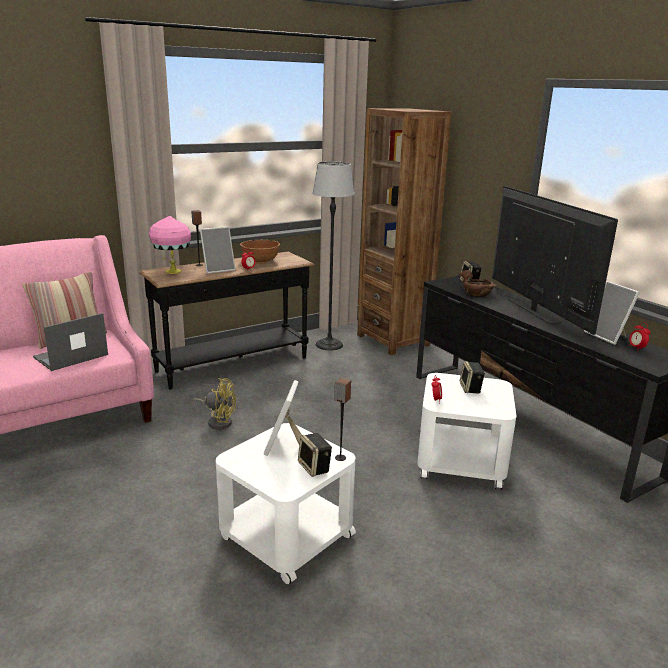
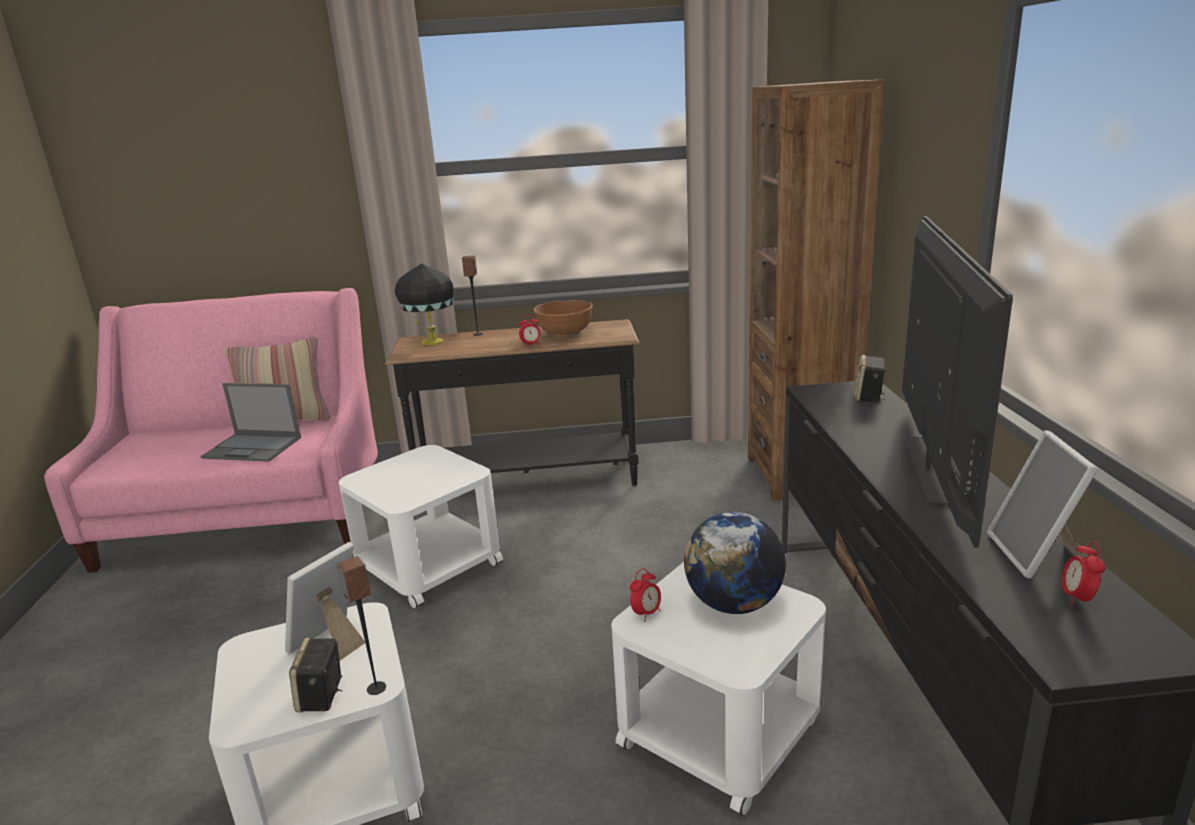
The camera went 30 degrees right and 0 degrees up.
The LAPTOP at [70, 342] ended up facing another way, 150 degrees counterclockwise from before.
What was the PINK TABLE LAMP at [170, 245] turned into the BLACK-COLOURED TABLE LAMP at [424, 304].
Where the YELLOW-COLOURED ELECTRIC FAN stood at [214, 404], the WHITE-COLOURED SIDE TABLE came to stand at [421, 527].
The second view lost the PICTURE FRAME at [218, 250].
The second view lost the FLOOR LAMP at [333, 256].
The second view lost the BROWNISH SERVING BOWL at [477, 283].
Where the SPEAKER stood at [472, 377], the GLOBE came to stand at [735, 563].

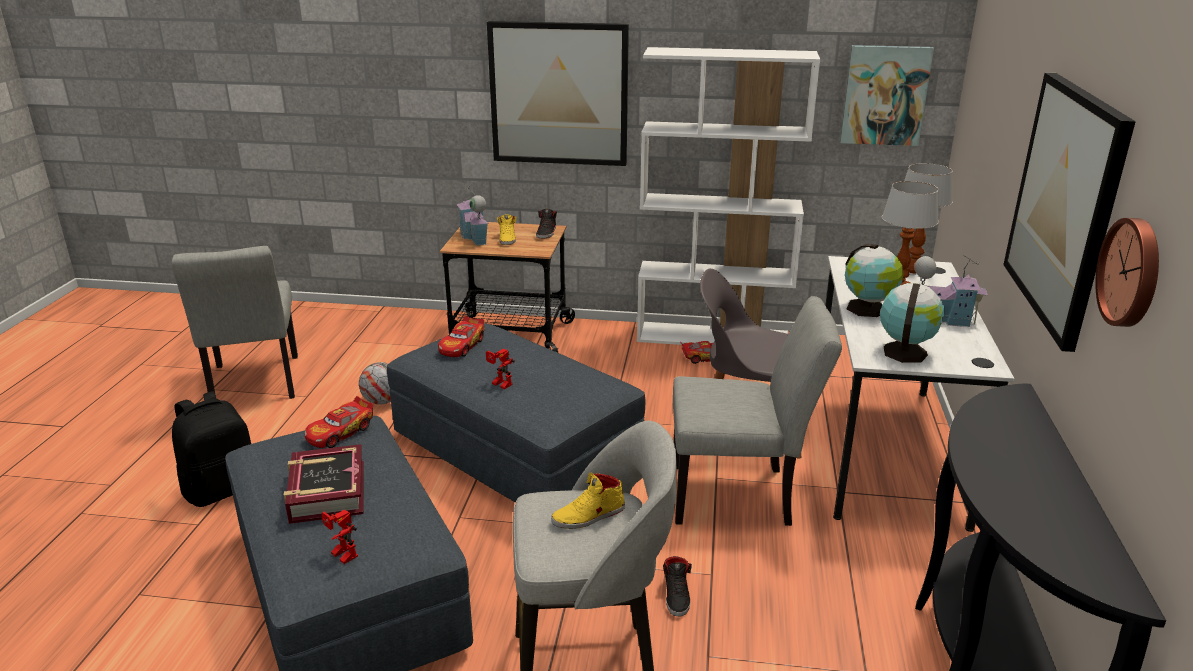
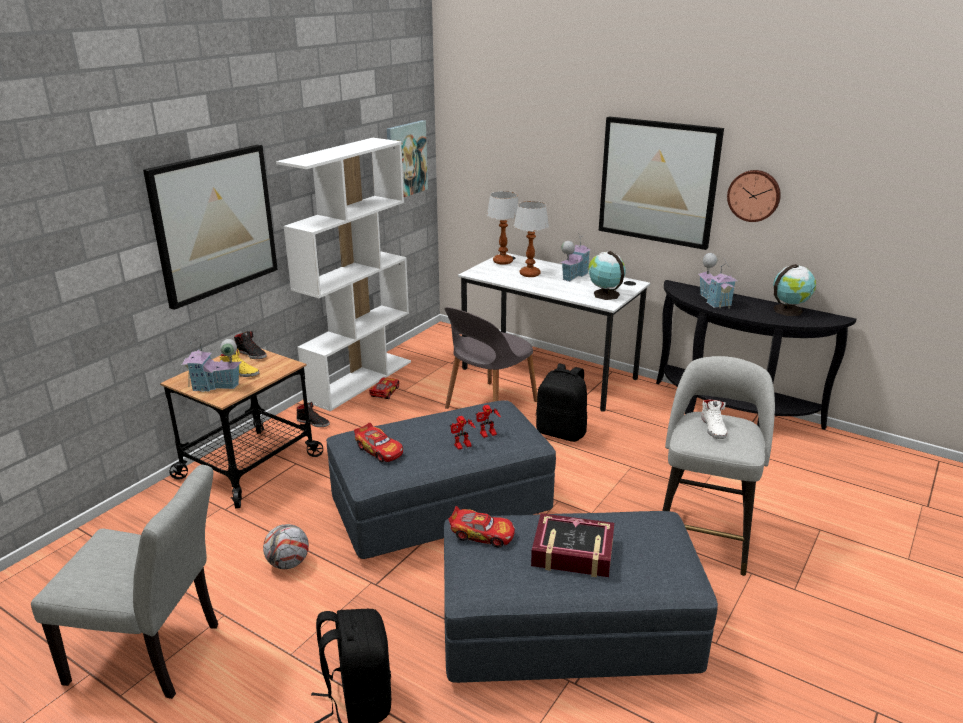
The camera went 65 degrees left and 0 degrees up.
The MINIATURE CAR at [339, 422] ended up facing another way, 45 degrees counterclockwise from before.
The MODEL ROBOT ended up elsewhere, having gone from [339, 537] to [488, 421].
What was the YELLOW-COLOURED ITEM OF FOOTWEAR at [588, 500] turned into the WHITE-COLOURED ITEM OF FOOTWEAR at [714, 419].
The BLACK-COLOURED ITEM OF FOOTWEAR ended up elsewhere, having gone from [677, 586] to [313, 414].
Where the GREYISH CHAIR stood at [757, 411], the BLACK-COLOURED KNAPSACK came to stand at [561, 403].
The GLOBE ended up elsewhere, having gone from [874, 280] to [794, 290].
The second view gained the MODEL HOUSE at [717, 280].

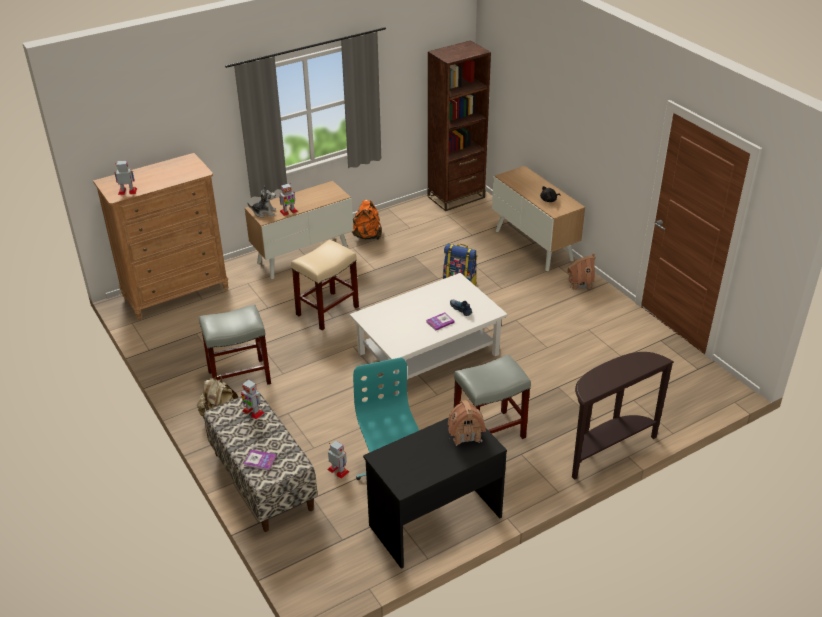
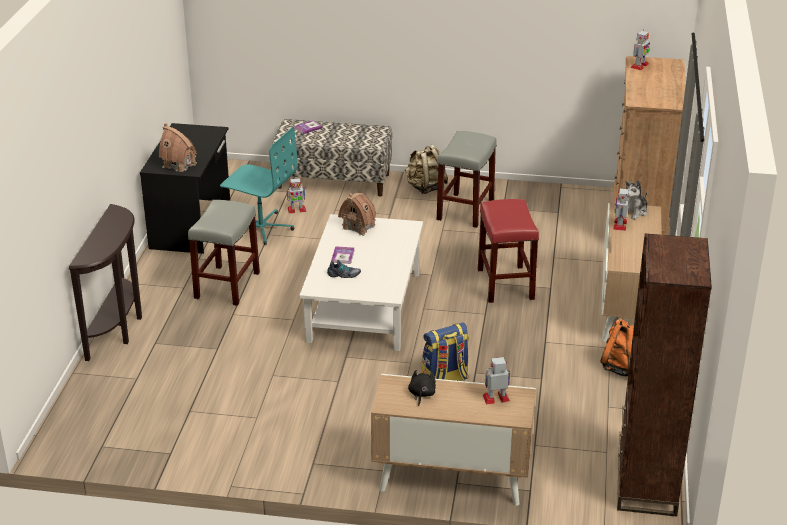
The camera went 130 degrees right and 5 degrees down.
The MODEL ROBOT ended up elsewhere, having gone from [252, 399] to [496, 380].
What was the BEIGE-COLOURED SITTING STOOL at [325, 285] turned into the RED SITTING STOOL at [508, 251].
The MODEL HOUSE ended up elsewhere, having gone from [581, 272] to [357, 214].

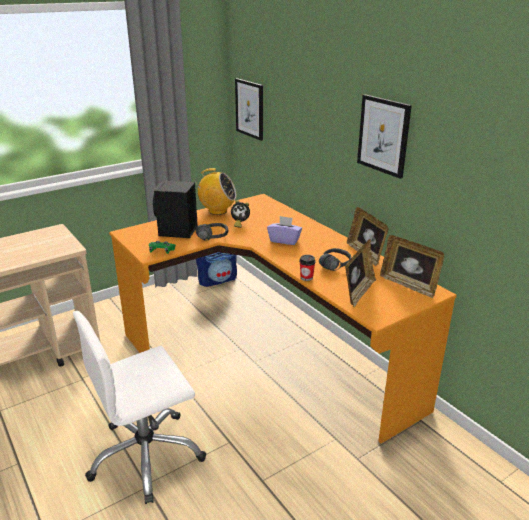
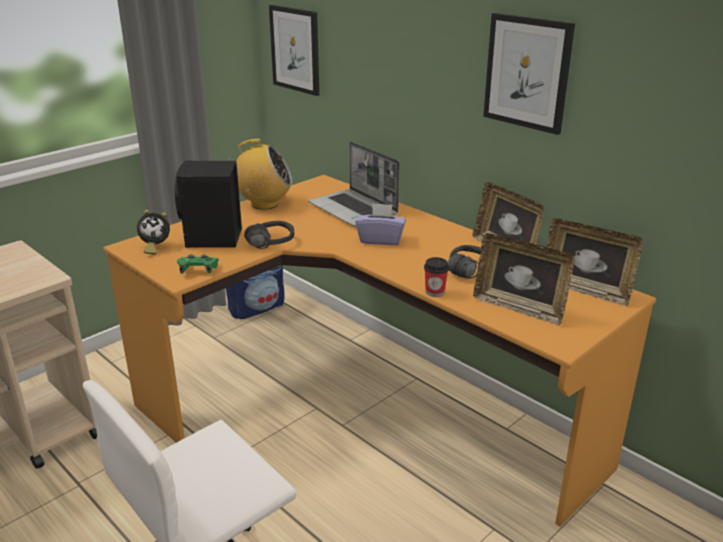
The camera went 10 degrees left and 0 degrees up.
The BEDSIDE CLOCK ended up elsewhere, having gone from [240, 214] to [153, 231].
The PICTURE FRAME at [360, 273] ended up facing another way, 105 degrees clockwise from before.
The second view gained the LAPTOP at [354, 183].

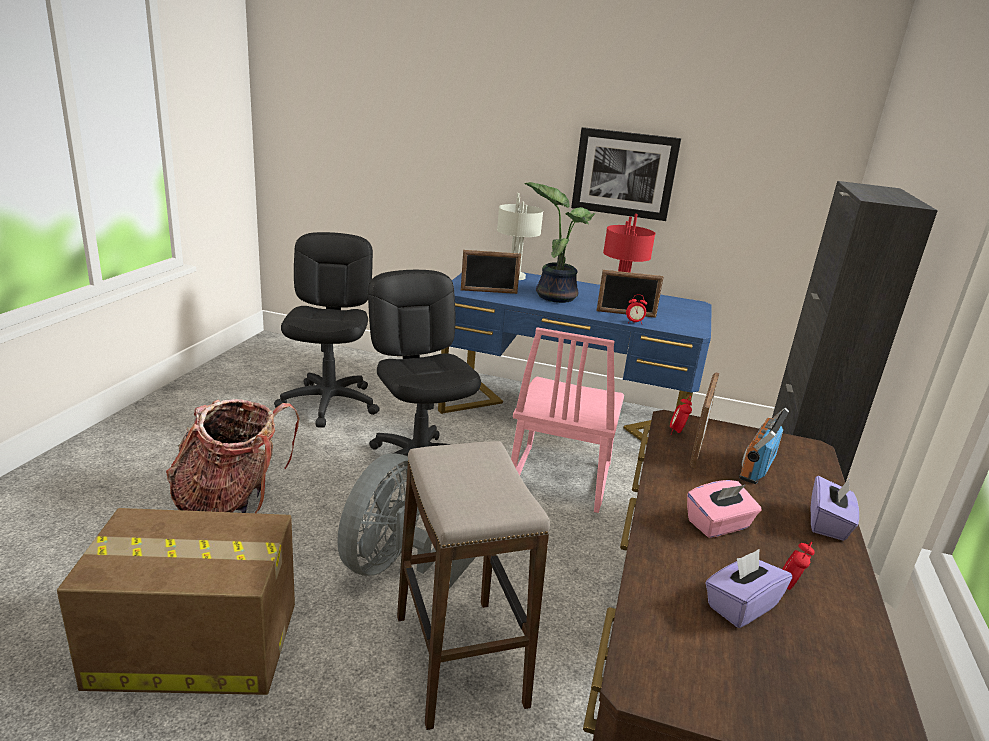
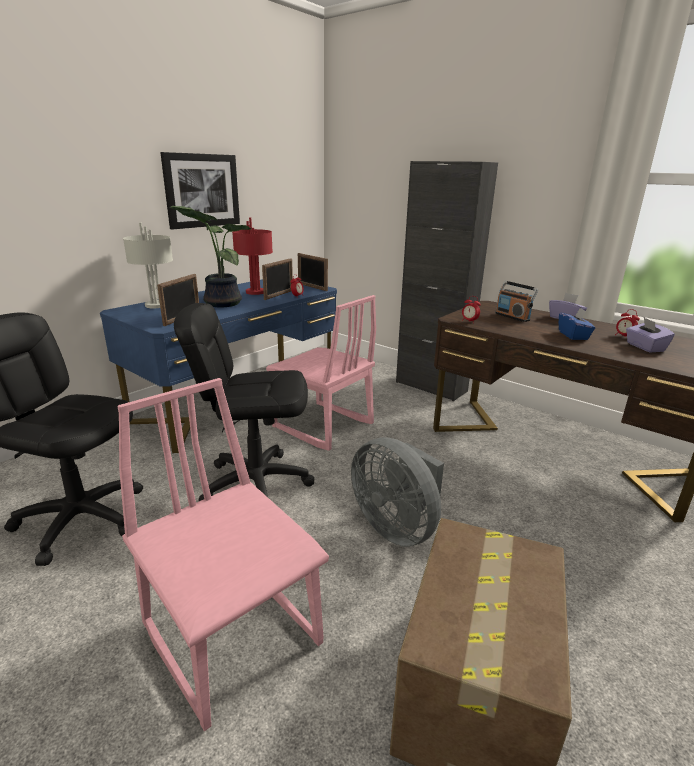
The camera went 65 degrees left and 0 degrees up.
Where the KNAPSACK stood at [233, 456], the PINK CHAIR came to stand at [223, 554].
The second view lost the SITTING STOOL at [473, 585].
What was the PINK BOX OF TISSUES at [724, 509] turned into the BLUE BOX OF TISSUES at [577, 324].
The PICTURE FRAME ended up elsewhere, having gone from [704, 420] to [313, 272].

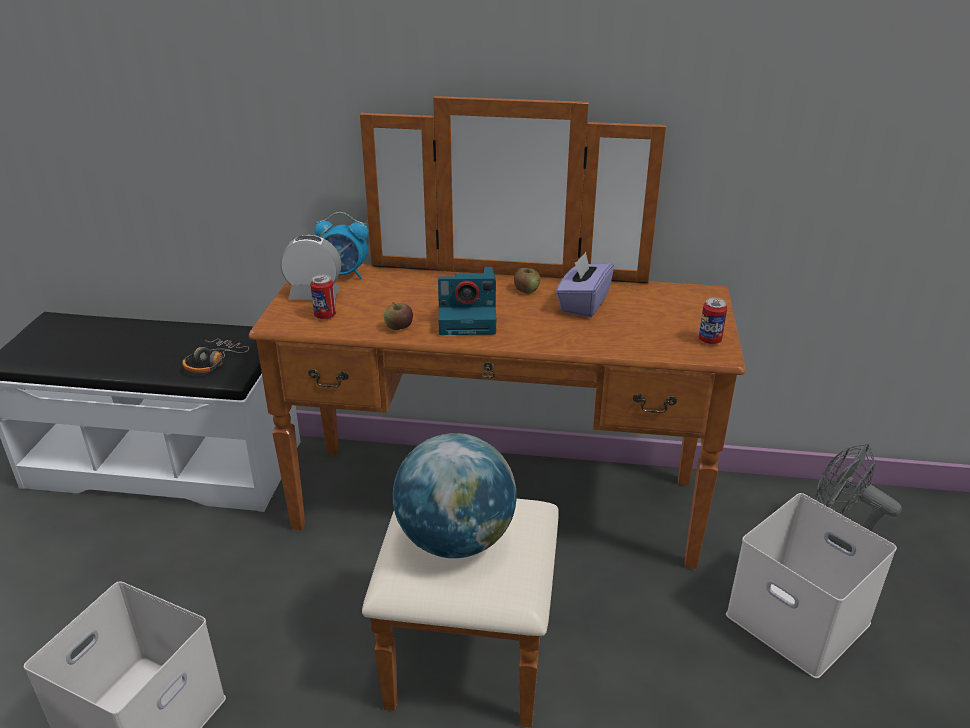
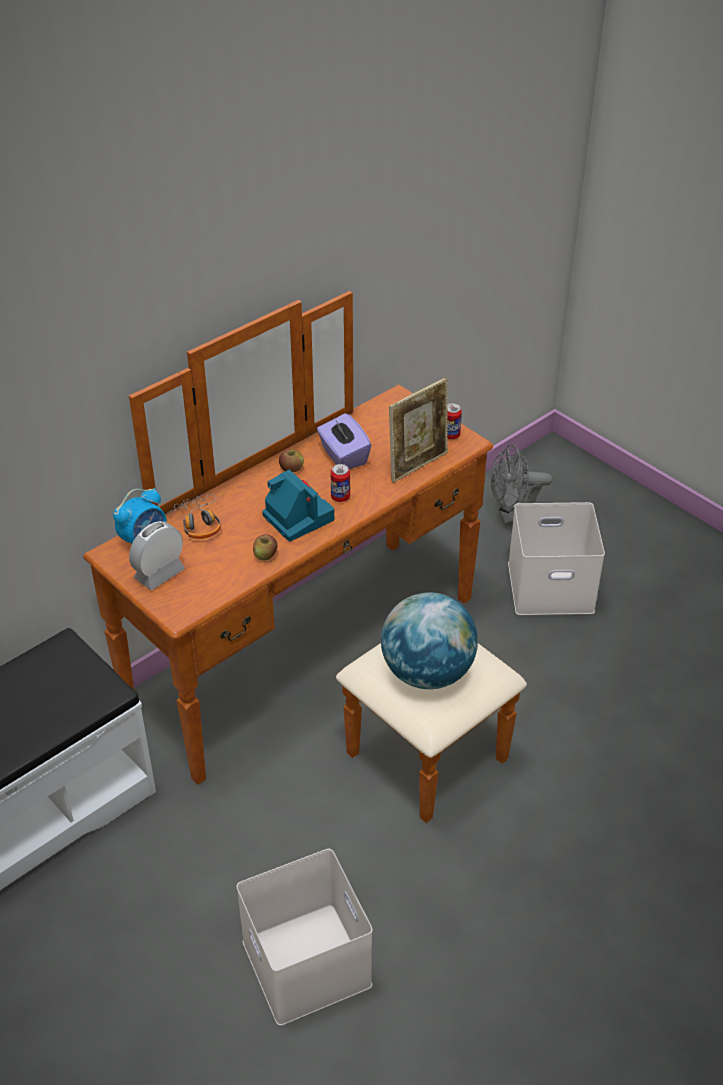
The camera went 50 degrees left and 10 degrees up.
The HEADPHONES ended up elsewhere, having gone from [216, 356] to [194, 516].
The METAL CAN ended up elsewhere, having gone from [323, 297] to [340, 483].
The STILL CAMERA at [467, 301] ended up facing another way, 75 degrees counterclockwise from before.
The second view gained the PICTURE FRAME at [418, 430].

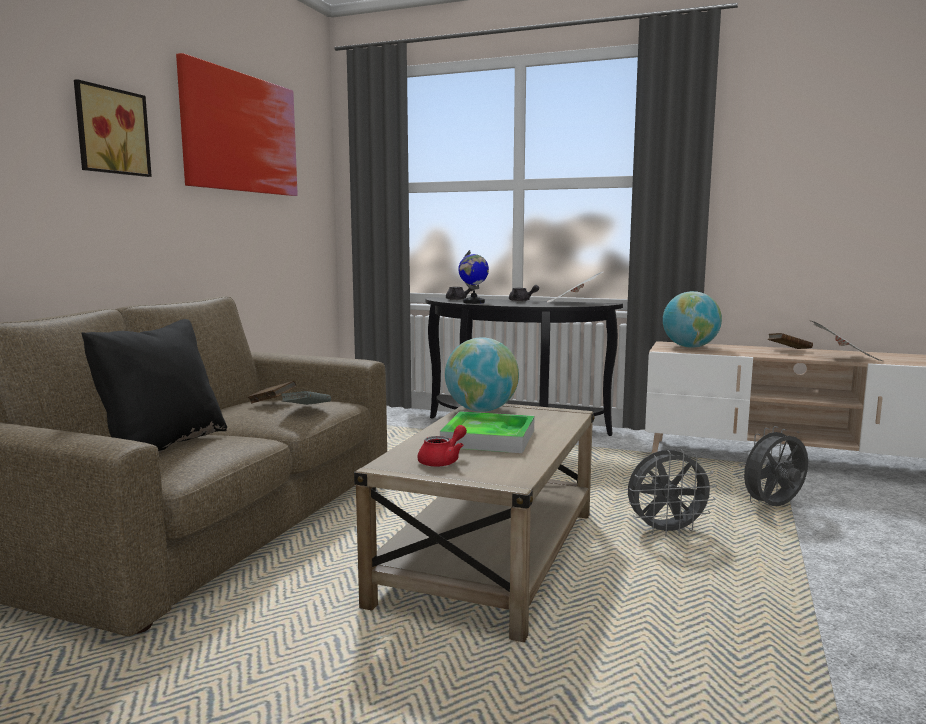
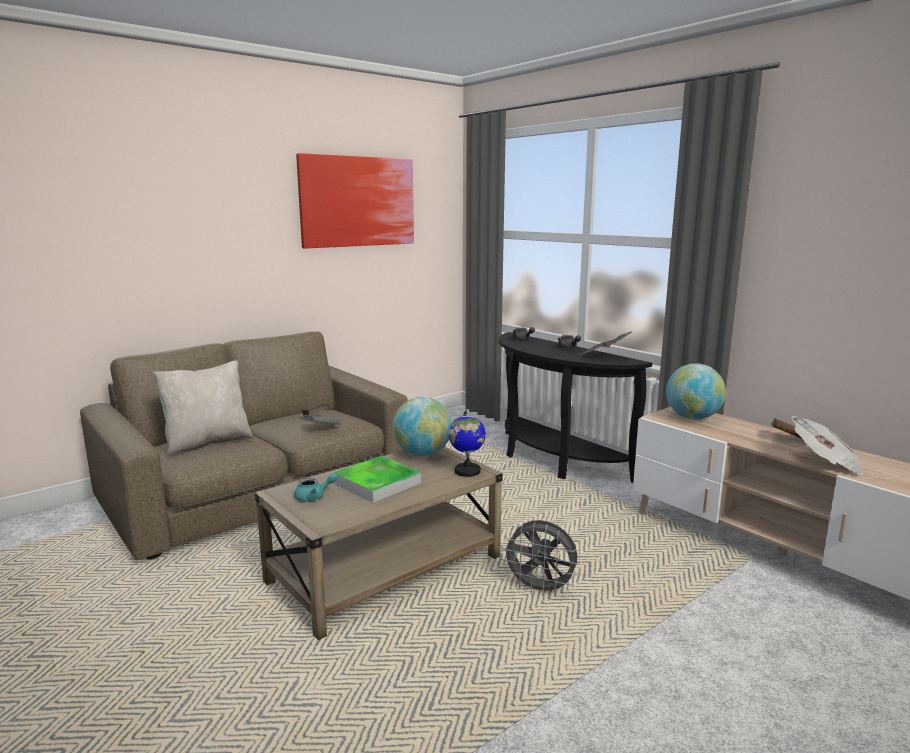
The camera went 30 degrees right and 5 degrees up.
The second view lost the PICTURE at [113, 128].
What was the BLACK-COLOURED THROW PILLOW at [154, 385] turned into the BEIGE-COLOURED THROW PILLOW at [203, 408].
What was the RED POT FOR TEA at [442, 446] turned into the BLUE-GREEN POT FOR TEA at [316, 487].
The GLOBE ended up elsewhere, having gone from [473, 277] to [467, 443].
The second view lost the GREYISH ELECTRIC FAN at [773, 466].

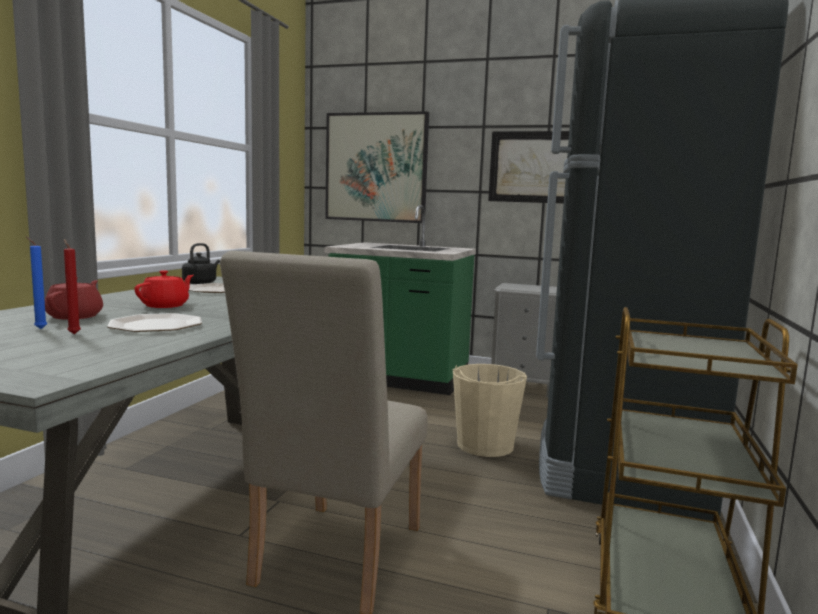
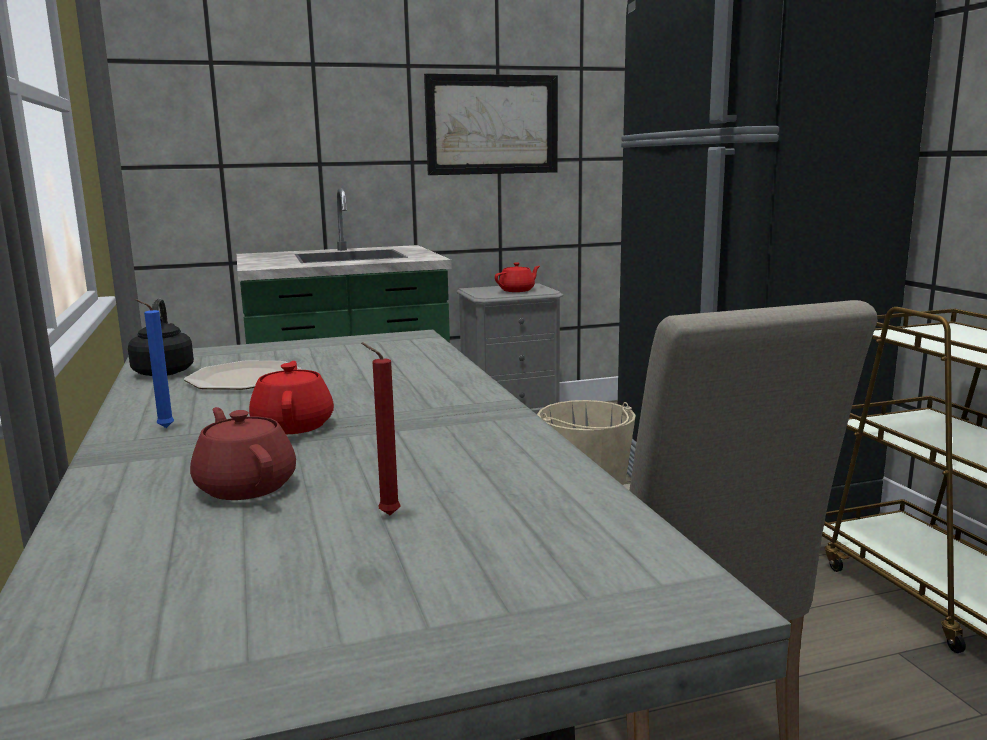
The camera went 35 degrees left and 5 degrees up.
The BLUE CANDLE ended up elsewhere, having gone from [36, 283] to [154, 363].
The second view lost the DINNER PLATE at [154, 322].
The second view lost the PICTURE at [377, 167].
The second view gained the RED POT FOR TEA at [517, 277].

